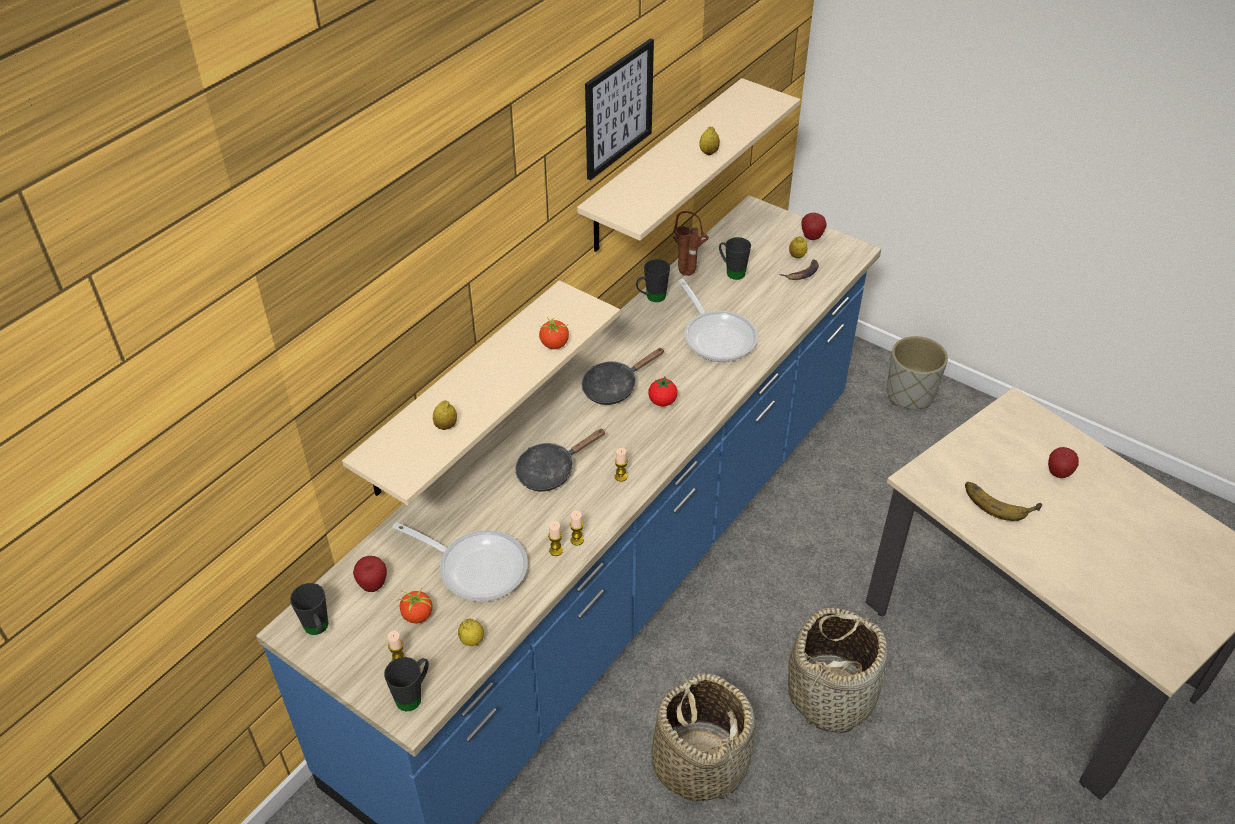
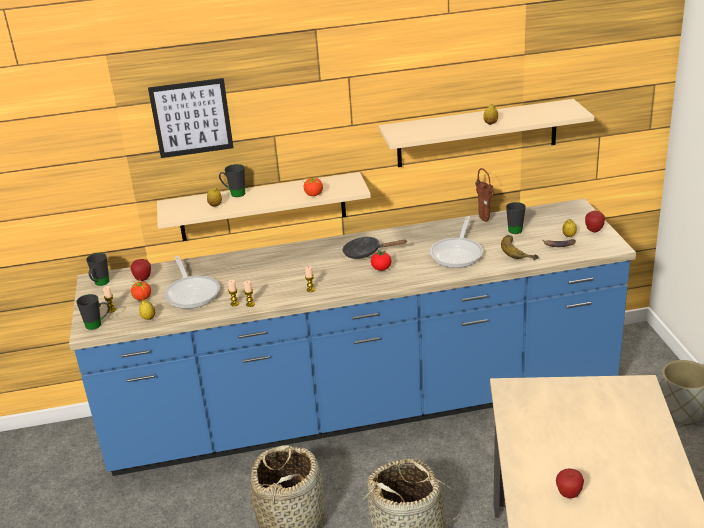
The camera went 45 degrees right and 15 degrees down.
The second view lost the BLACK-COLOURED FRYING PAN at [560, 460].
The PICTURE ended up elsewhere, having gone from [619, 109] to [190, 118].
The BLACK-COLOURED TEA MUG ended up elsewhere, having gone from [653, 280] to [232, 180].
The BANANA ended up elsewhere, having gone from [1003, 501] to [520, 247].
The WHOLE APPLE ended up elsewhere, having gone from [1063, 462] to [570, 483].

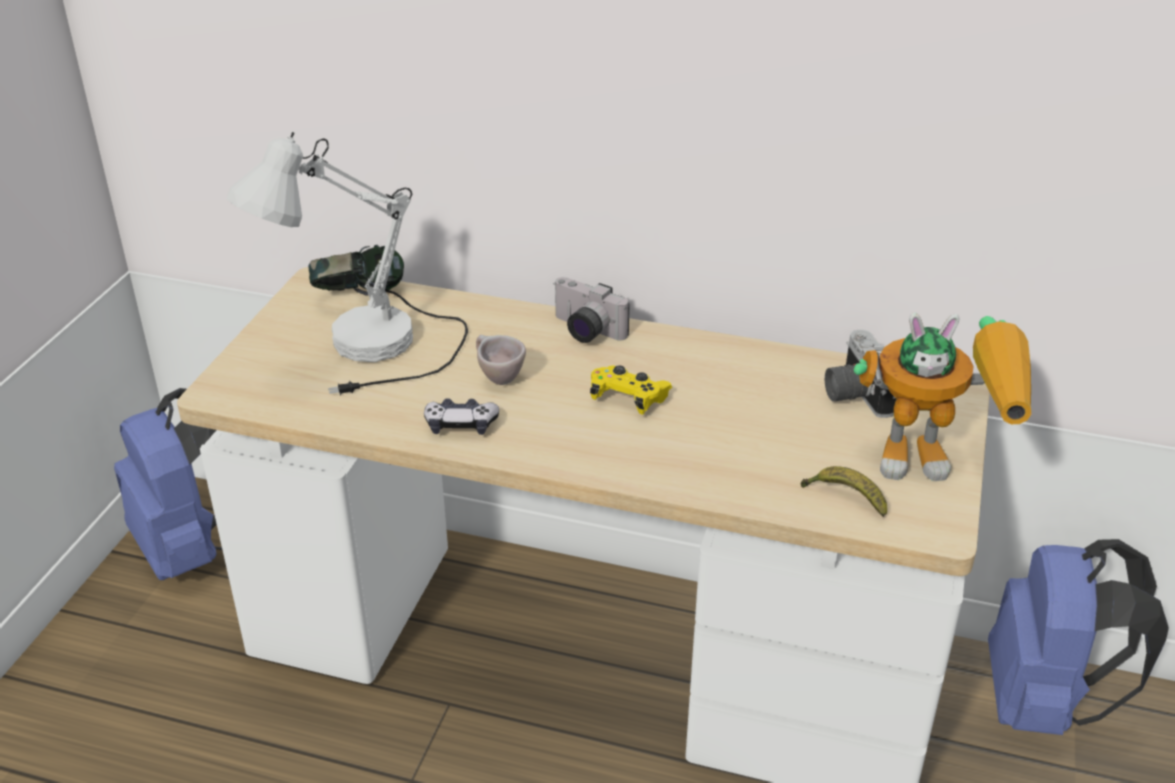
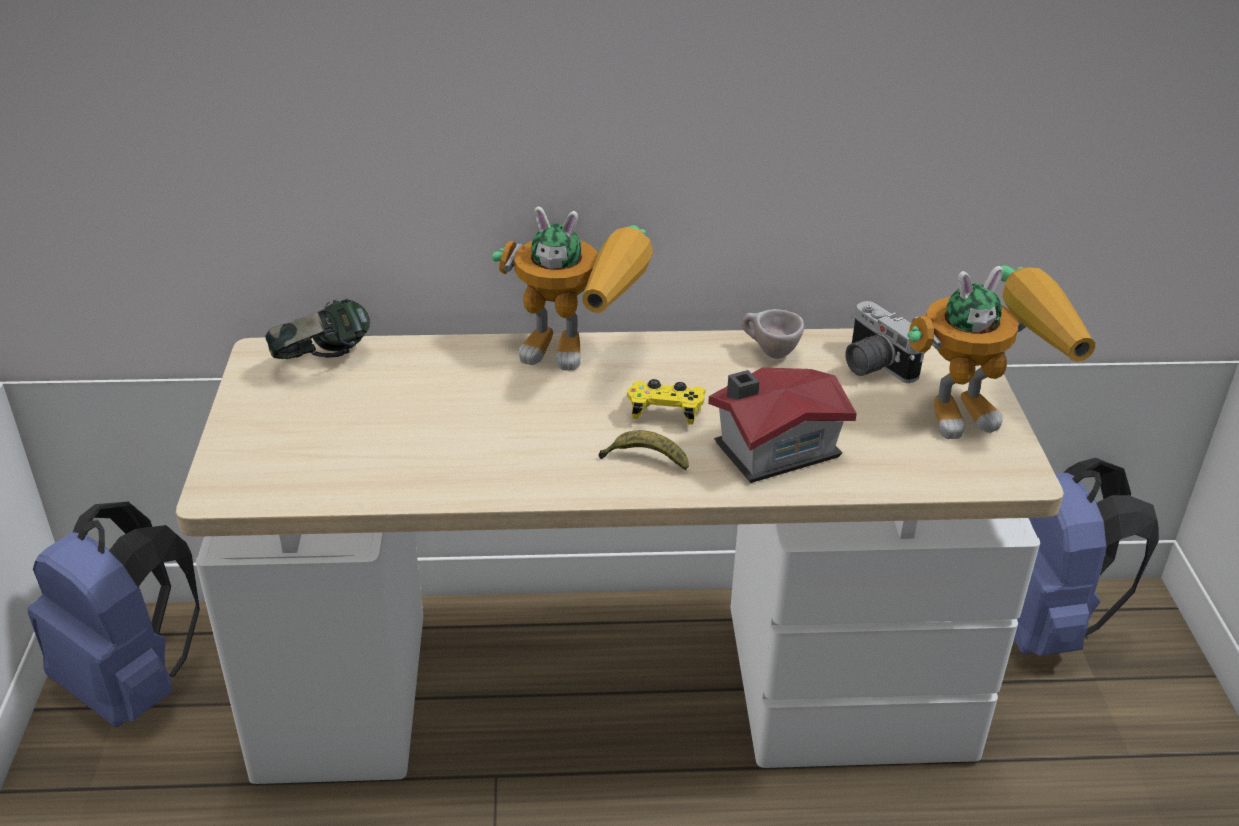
The camera went 20 degrees left and 0 degrees up.
The second view lost the WHITE-COLOURED TABLE LAMP at [347, 264].
The second view lost the GAME CONTROLLER at [461, 416].
The BEIGE-COLOURED CUP ended up elsewhere, having gone from [501, 360] to [773, 334].
Where the STILL CAMERA stood at [591, 310], the MODEL ROBOT came to stand at [572, 288].
The BANANA ended up elsewhere, having gone from [843, 491] to [643, 450].
The second view gained the MODEL HOUSE at [782, 425].

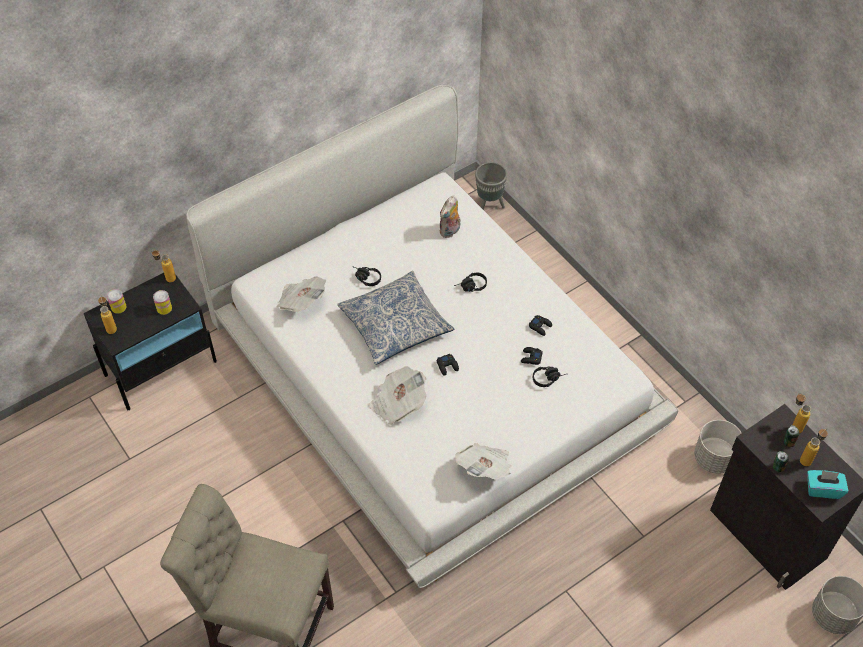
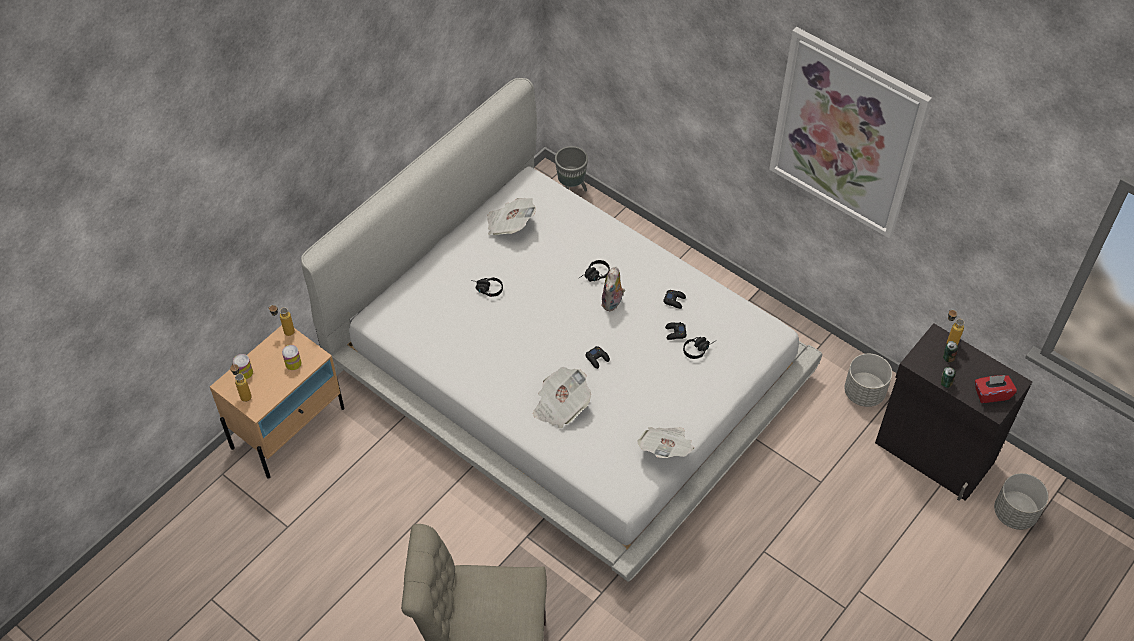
The camera went 15 degrees left and 0 degrees up.
What was the BLACK-COLOURED NIGHTSTAND at [150, 341] turned into the BEIGE-COLOURED NIGHTSTAND at [277, 402].
The NEWSPAPER ended up elsewhere, having gone from [301, 294] to [511, 216].
The second view lost the THROW PILLOW at [396, 318].
The SOFT TOY ended up elsewhere, having gone from [450, 217] to [613, 289].
The second view lost the DRINK BOTTLE at [814, 447].
What was the BLUE-GREEN BOX OF TISSUES at [828, 484] turned into the RED BOX OF TISSUES at [996, 389].
The second view gained the PICTURE at [850, 132].

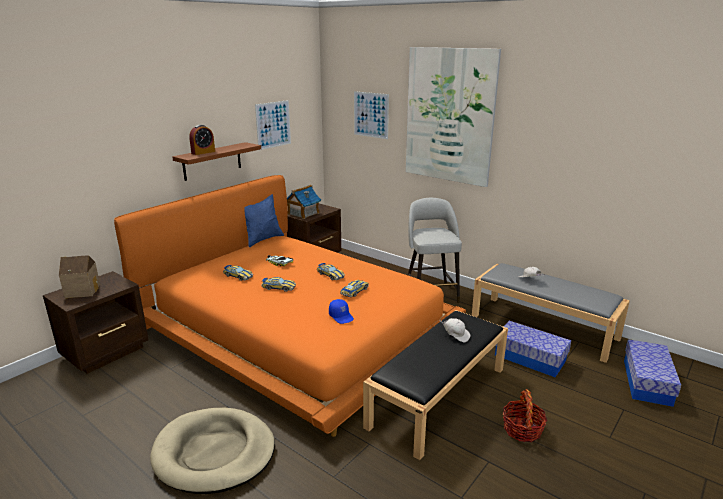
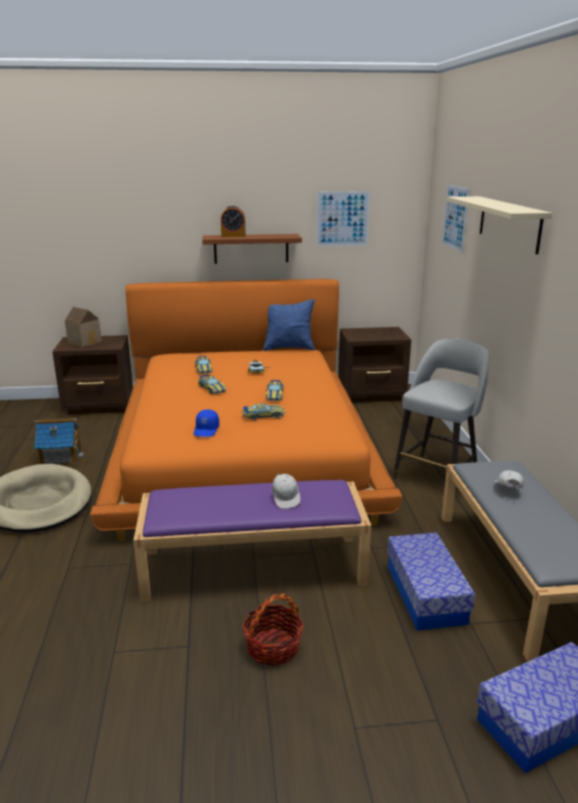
The camera went 45 degrees right and 0 degrees up.
The MODEL HOUSE ended up elsewhere, having gone from [304, 202] to [59, 441].
What was the BLACK-COLOURED INDOOR BENCH at [435, 385] turned into the PURPLISH INDOOR BENCH at [252, 541].
Where the PICTURE hung at [453, 117], the BEIGE-COLOURED WALL SHELF came to hang at [499, 225].

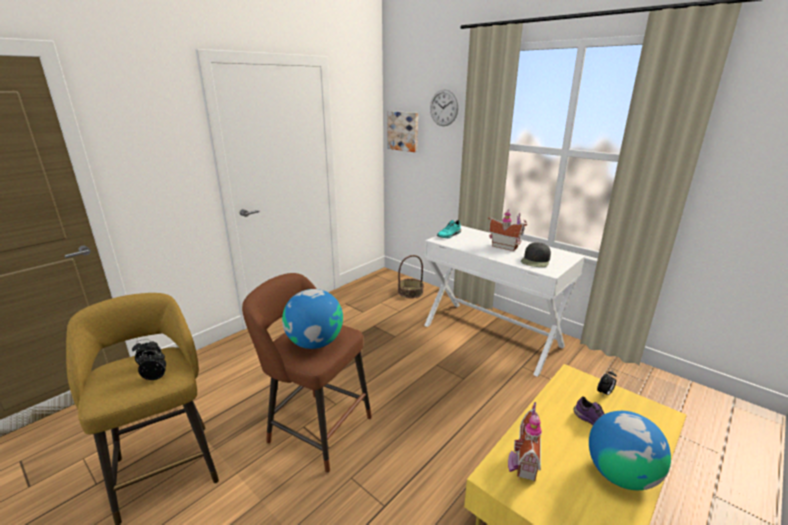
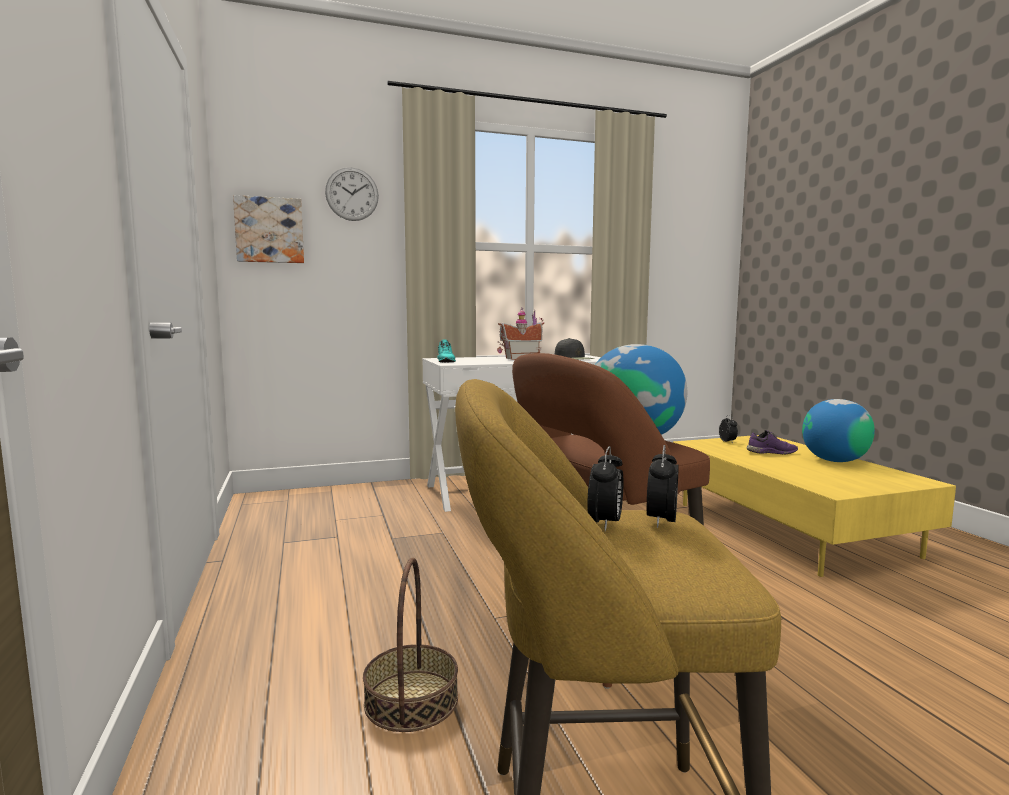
The camera went 60 degrees left and 15 degrees down.
The BASKET ended up elsewhere, having gone from [411, 276] to [410, 645].
The second view lost the MODEL HOUSE at [525, 442].

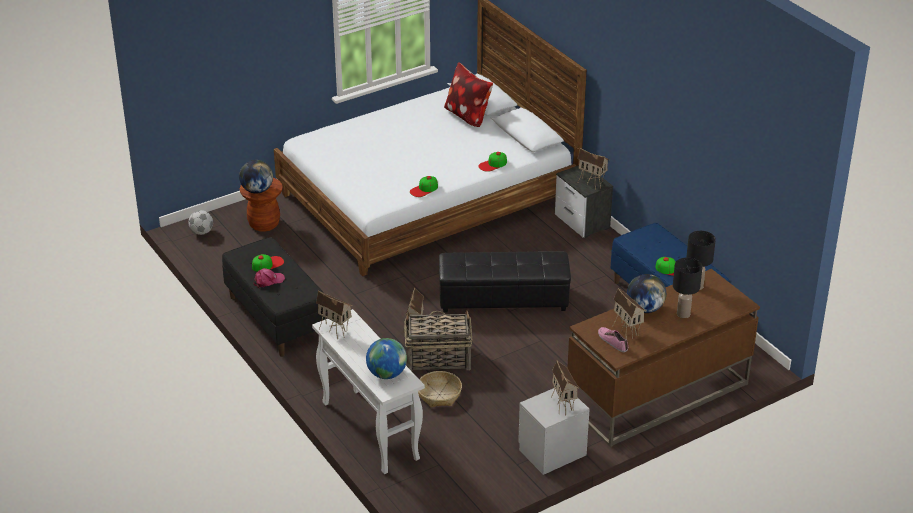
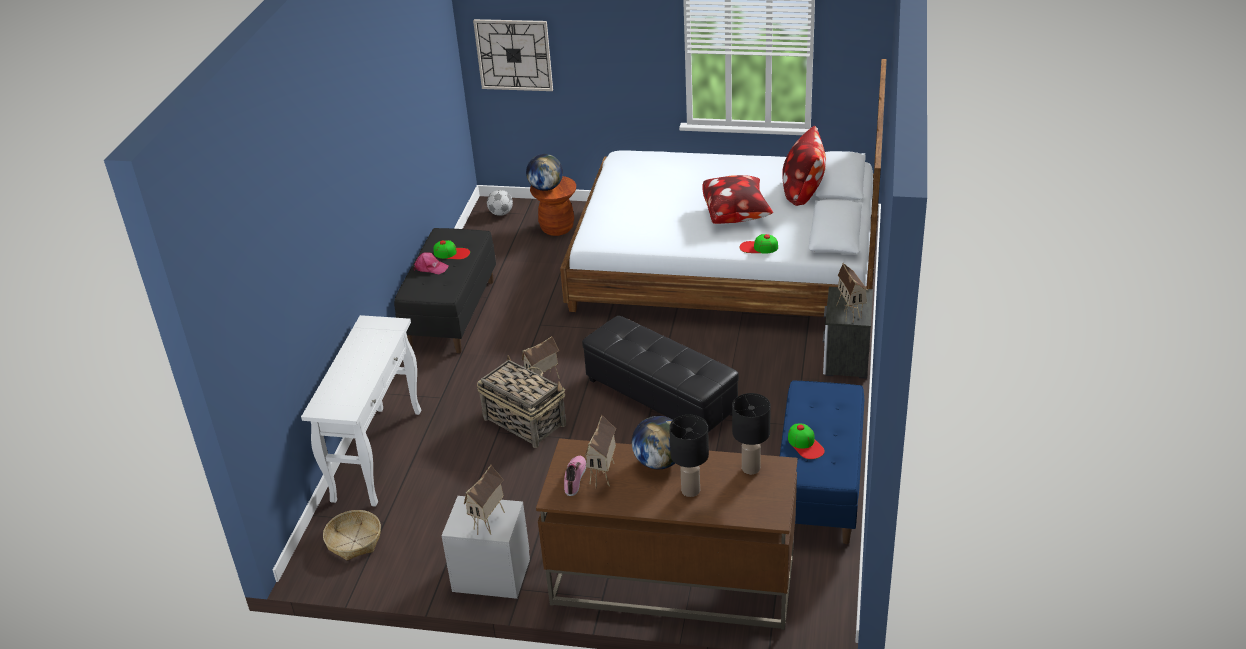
The camera went 45 degrees right and 0 degrees up.
The second view lost the MODEL HOUSE at [334, 314].
The second view lost the GLOBE at [386, 358].
The second view lost the BASEBALL CAP at [424, 186].
The BASKET ended up elsewhere, having gone from [440, 389] to [352, 535].
The second view gained the WALL CLOCK at [513, 55].
The second view gained the THROW PILLOW at [737, 199].

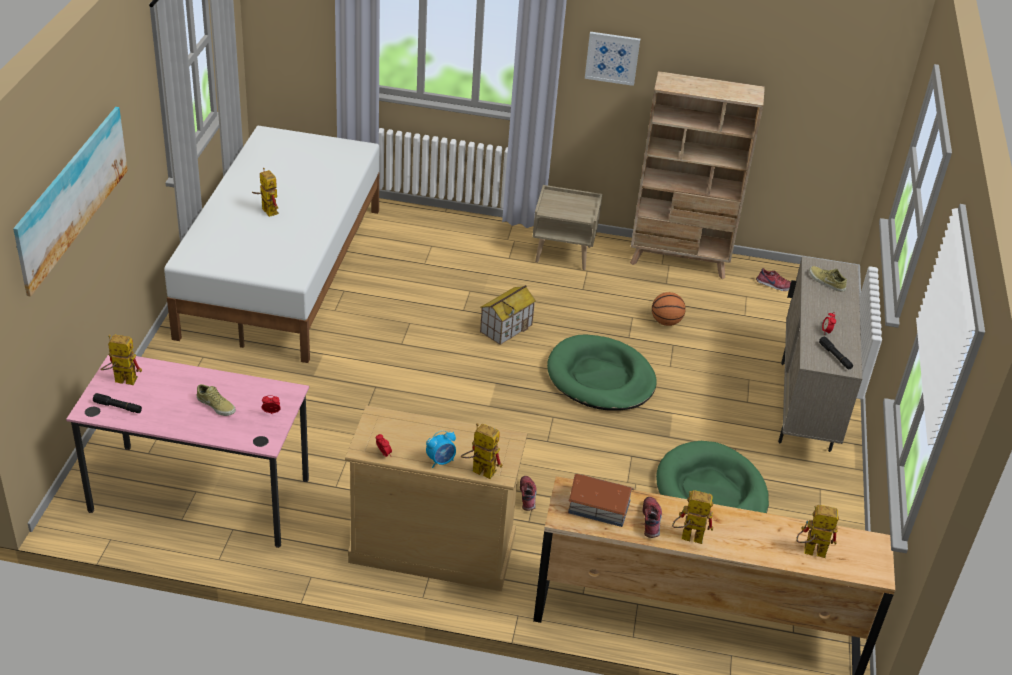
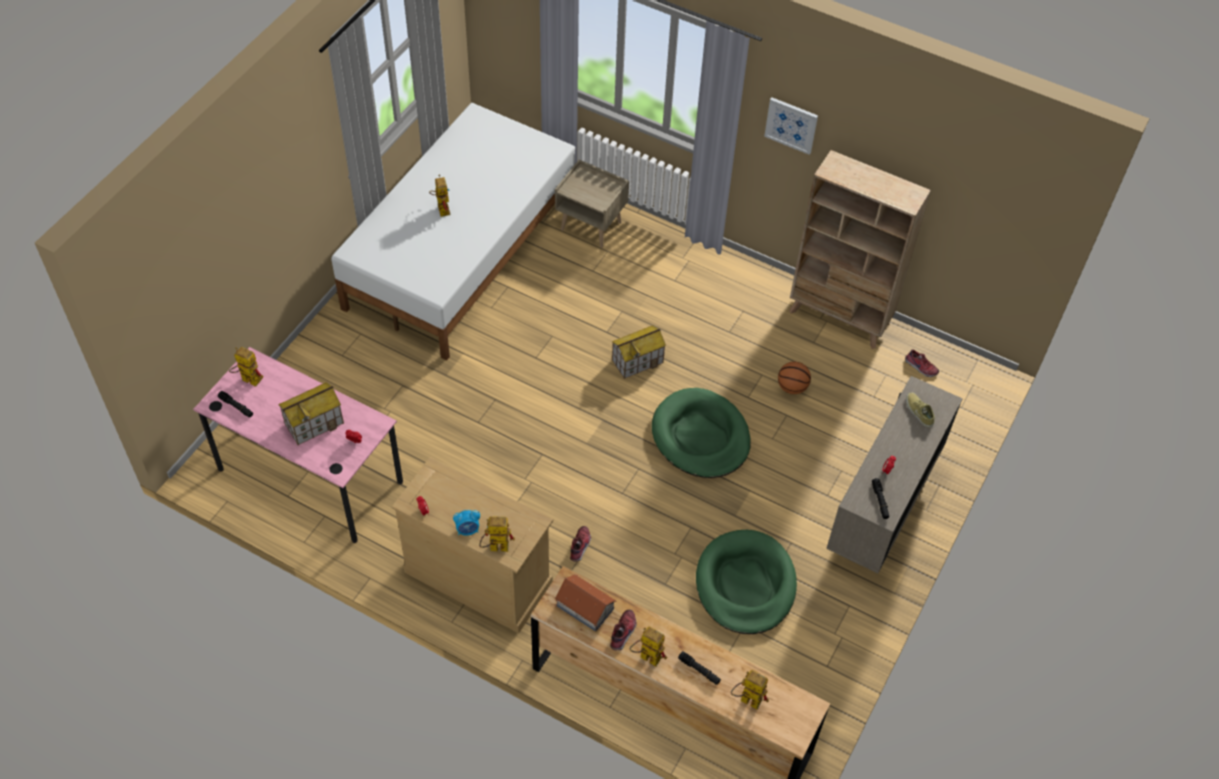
The camera went 20 degrees right and 15 degrees up.
The second view lost the PICTURE at [70, 202].
Where the BEIGE-COLOURED ITEM OF FOOTWEAR stood at [216, 400], the MODEL HOUSE came to stand at [311, 413].
The MODEL ROBOT at [482, 451] ended up facing another way, 45 degrees counterclockwise from before.
The BEIGE-COLOURED NIGHTSTAND ended up elsewhere, having gone from [567, 227] to [592, 204].
The second view gained the BLACK-COLOURED HAND TORCH at [699, 668].

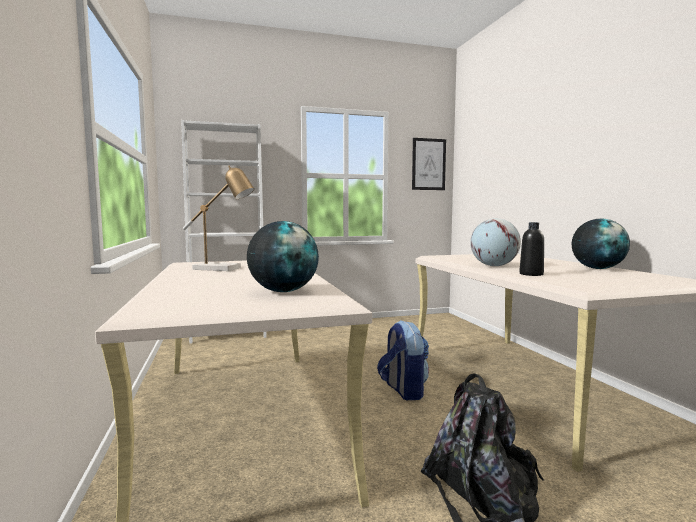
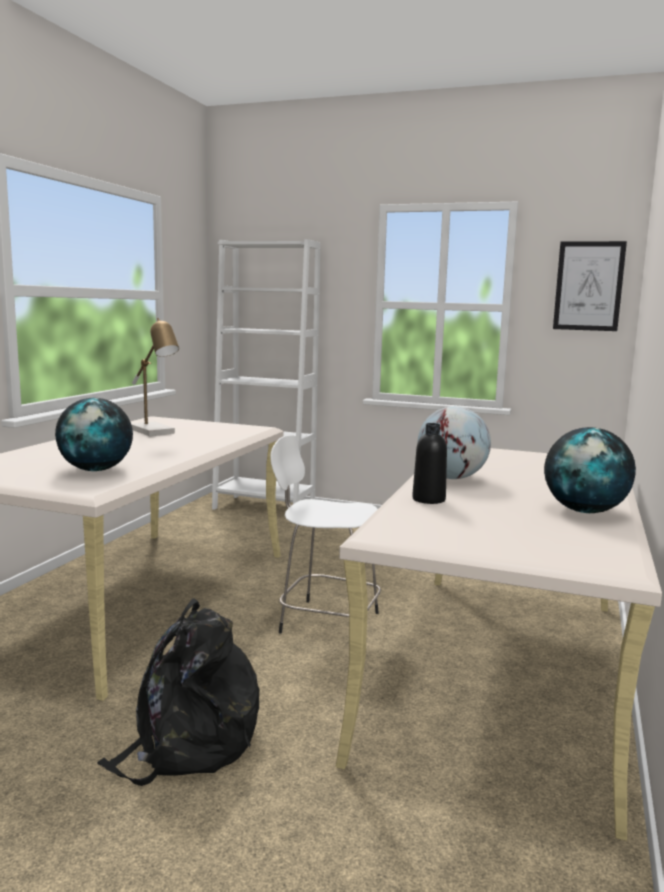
The camera went 35 degrees right and 5 degrees up.
Where the KNAPSACK stood at [403, 360], the WHITE-COLOURED SITTING STOOL came to stand at [325, 534].

